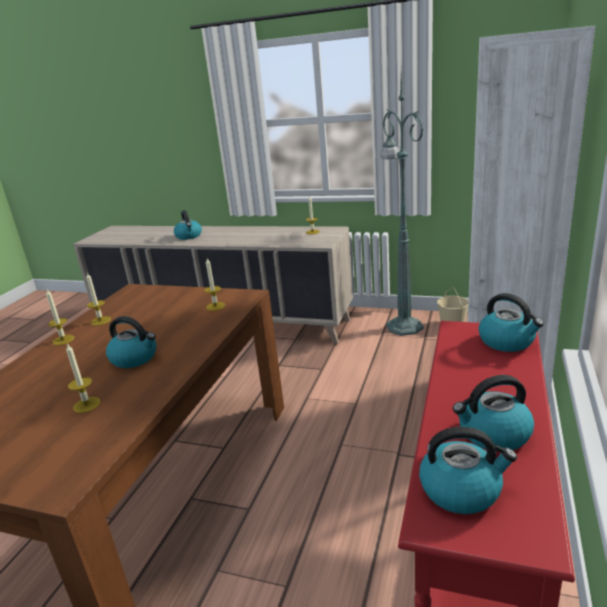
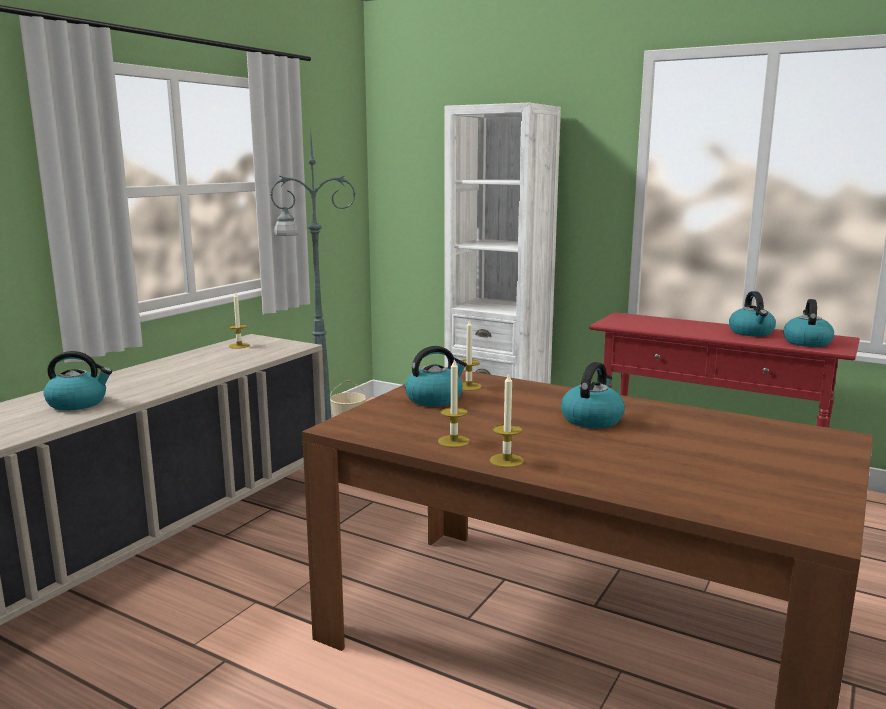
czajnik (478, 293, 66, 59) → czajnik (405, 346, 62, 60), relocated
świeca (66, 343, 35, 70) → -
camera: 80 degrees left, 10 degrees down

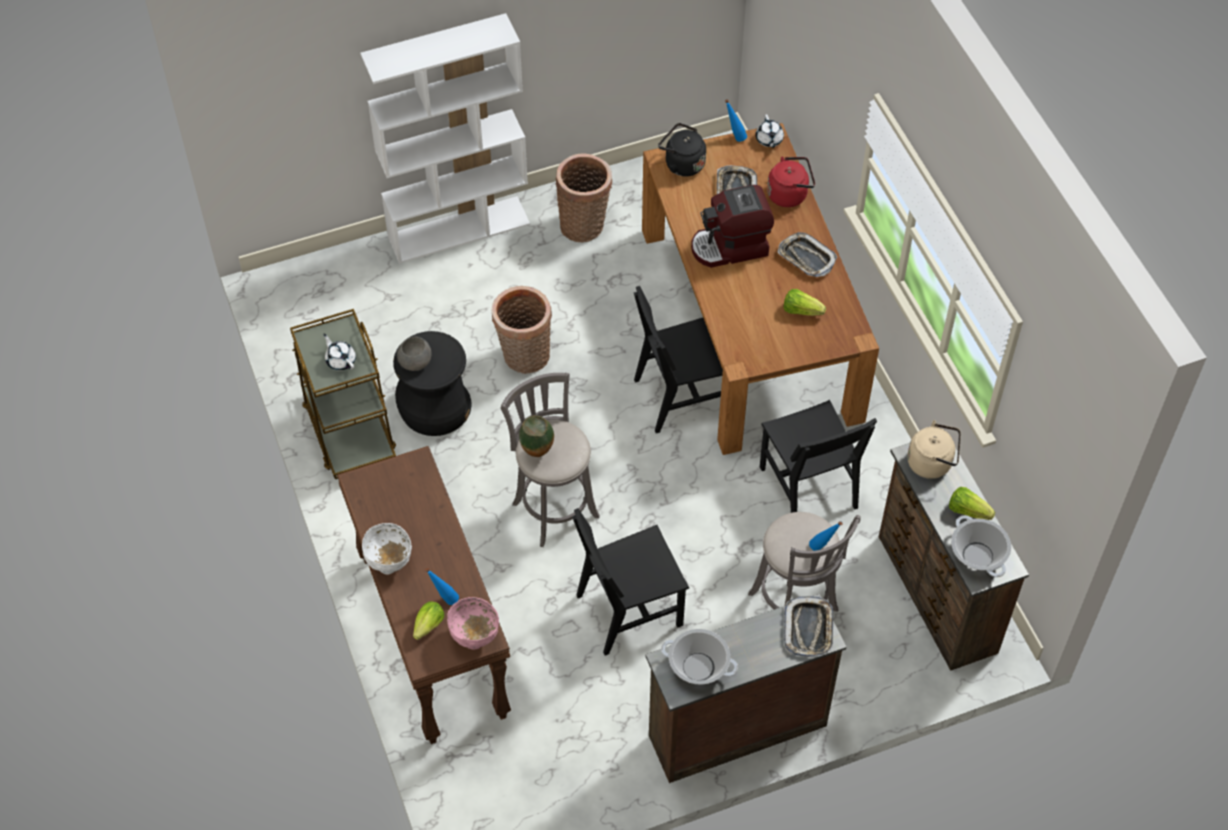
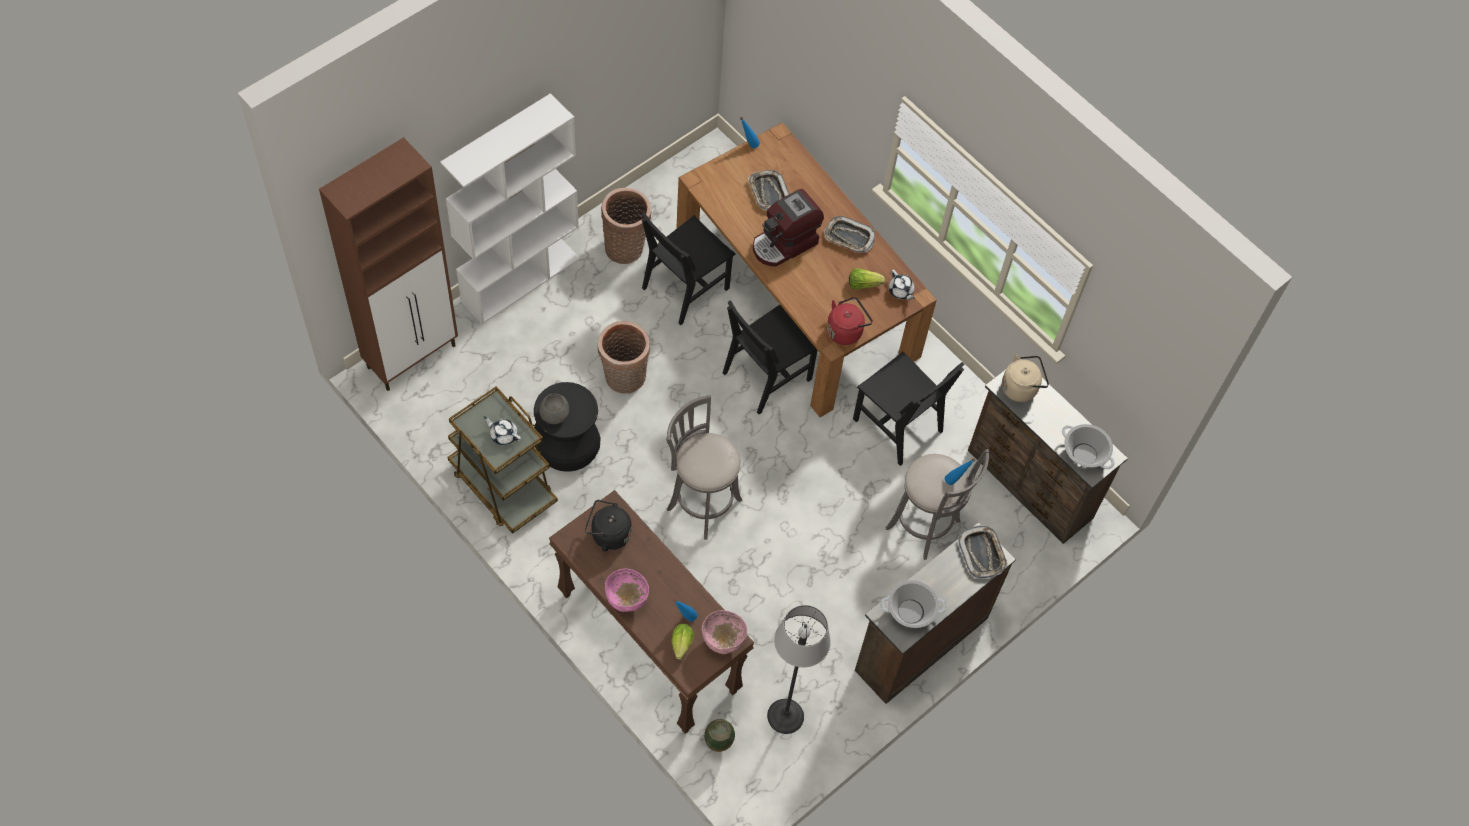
- → szafka (brązowy) (319, 137, 139, 254)
czajnik (czarny) (658, 123, 48, 53) → czajnik (czarny) (585, 500, 47, 52), relocated
miska (biały) (362, 523, 50, 51) → miska (różowy) (605, 569, 44, 43)
krzesło (czarny) (572, 508, 117, 148) → krzesło (czarny) (642, 212, 94, 114), relocated
wazon (519, 415, 35, 42) → wazon (704, 719, 31, 33), relocated
- → lampa stojąca (767, 605, 64, 129)
czajnik (czerwony) (767, 157, 48, 50) → czajnik (czerwony) (827, 297, 46, 48), relocated
imbryk (biały) (756, 114, 28, 34) → imbryk (biały) (889, 270, 26, 30), relocated
sałata (949, 487, 46, 33) → -
camera: 25 degrees left, 5 degrees up

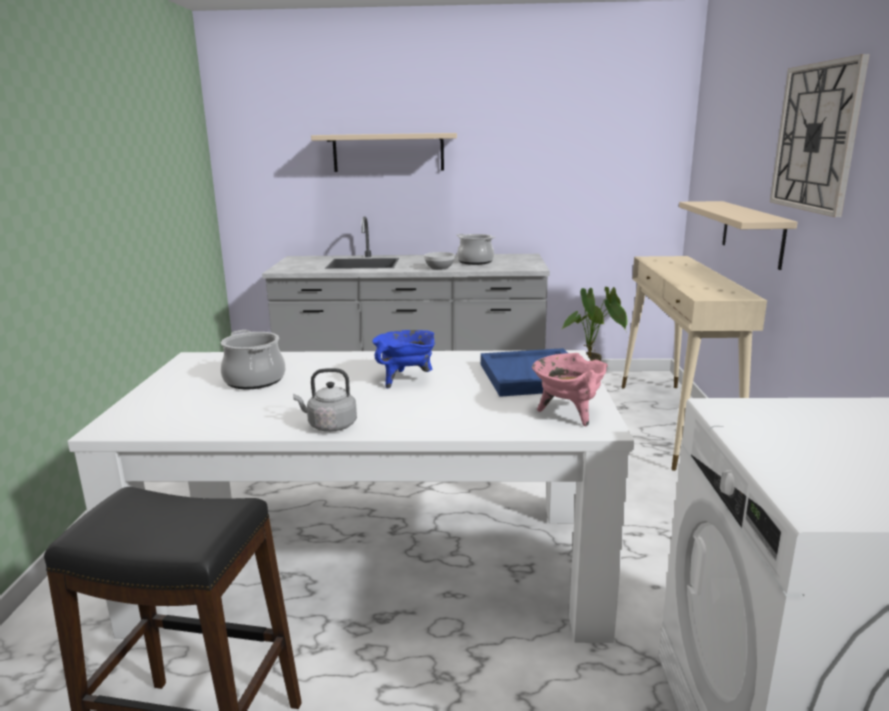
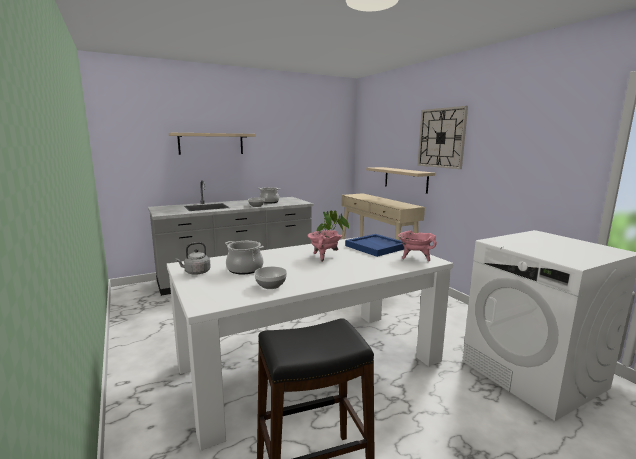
czajnik (szary) (293, 368, 64, 64) → czajnik (szary) (176, 242, 35, 33), relocated
- → miska (254, 266, 33, 23)
garnek (niebieski) (372, 330, 63, 59) → garnek (różowy) (307, 230, 35, 32)
camera: 30 degrees left, 5 degrees down

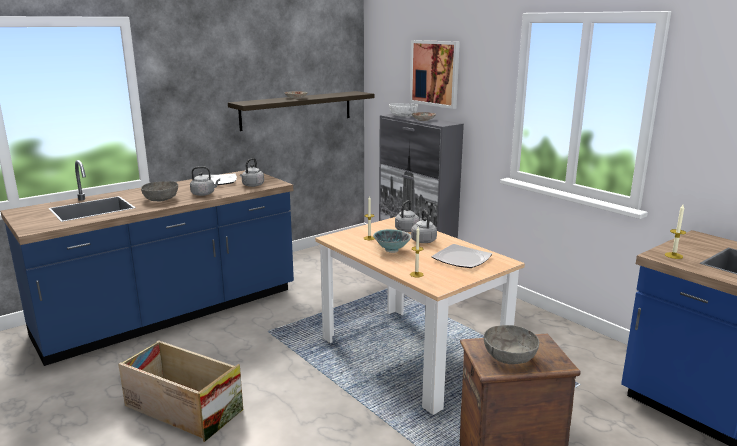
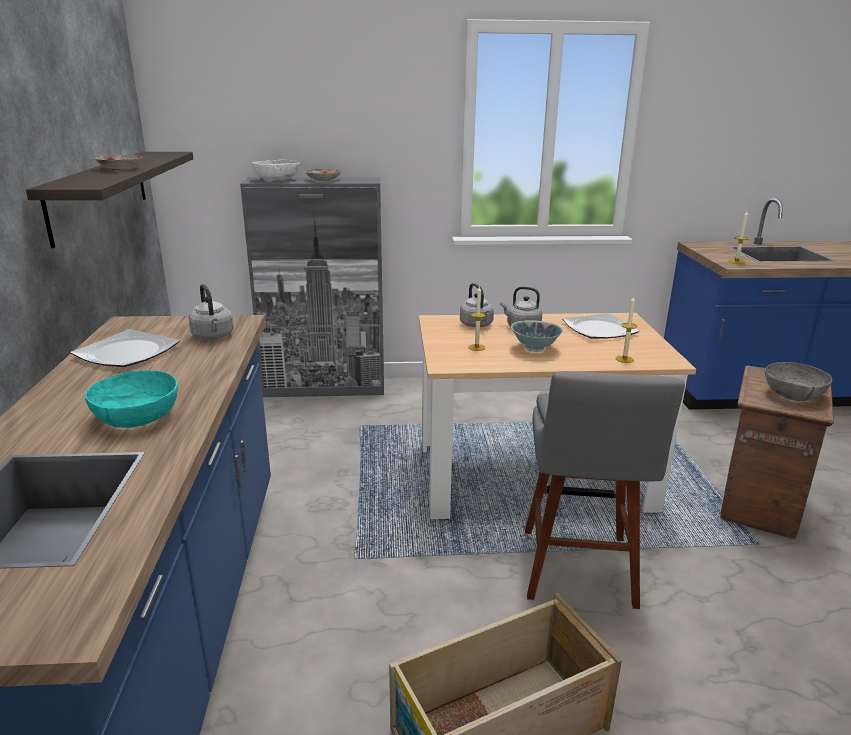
miska (szary) (141, 181, 37, 20) → miska (turkusowy) (85, 370, 93, 58)
- → stołek (szary) (525, 371, 160, 238)
czajnik (szary) (190, 166, 30, 30) → -
obraz (410, 40, 50, 69) → -
camera: 55 degrees left, 5 degrees up

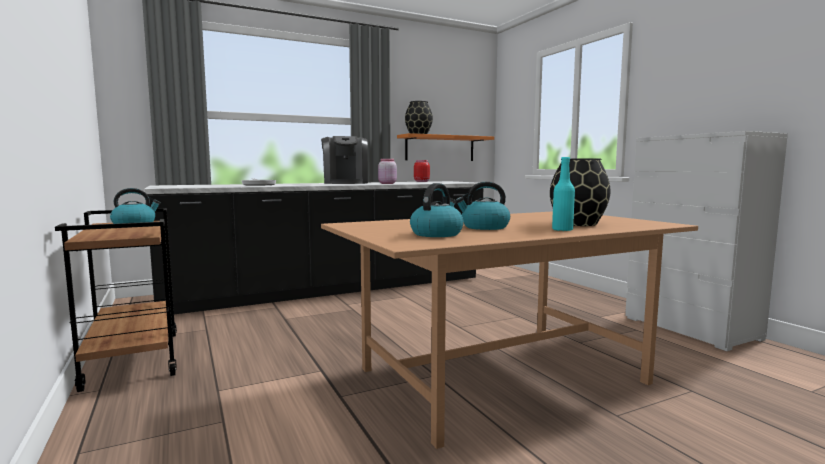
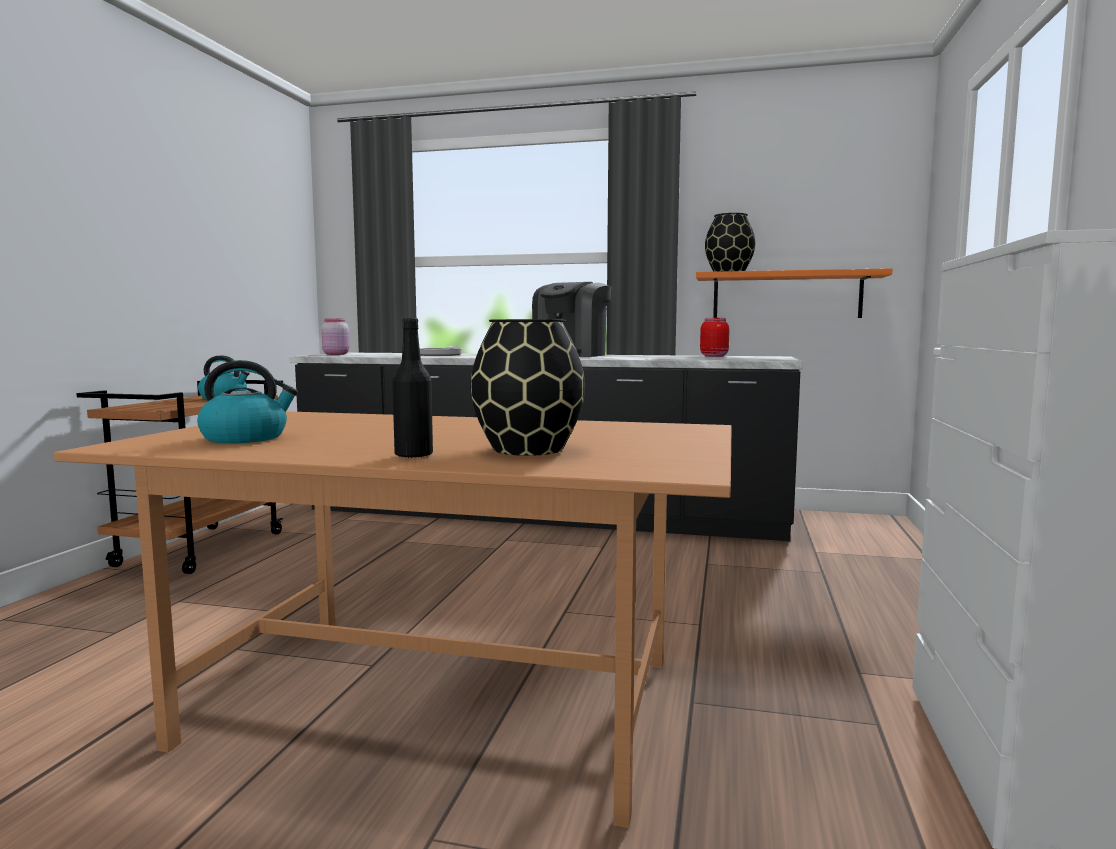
słoik (różowy) (378, 159, 19, 25) → słoik (różowy) (321, 318, 29, 37), relocated
butelka (turkusowy) (552, 157, 23, 74) → butelka (czarny) (392, 318, 41, 140)
czajnik (455, 182, 55, 48) → -
camera: 40 degrees right, 0 degrees up

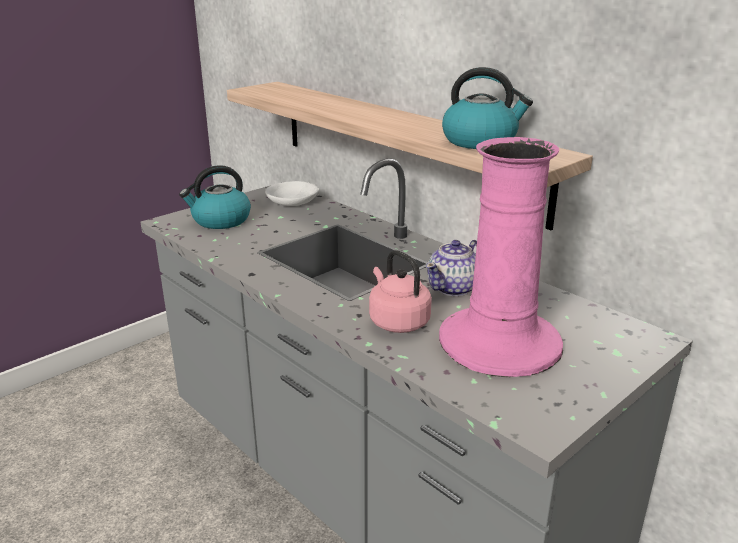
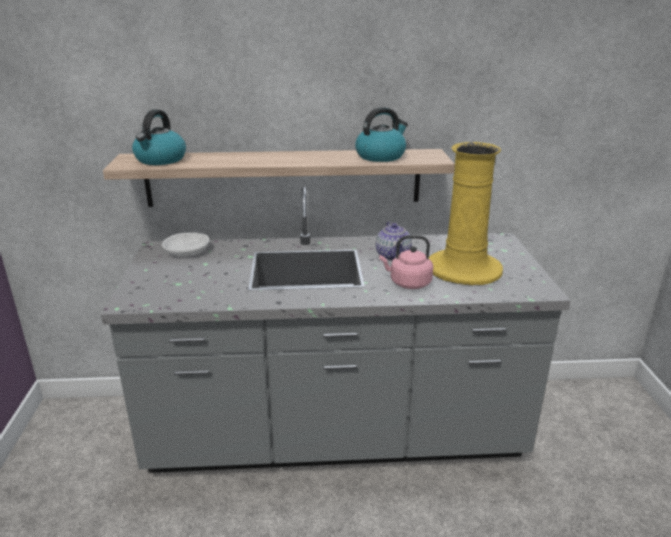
czajnik (179, 165, 72, 64) → czajnik (132, 109, 54, 56), relocated
wazon (różowy) (439, 137, 124, 240) → wazon (żółty) (429, 142, 74, 144)
camera: 50 degrees left, 0 degrees up

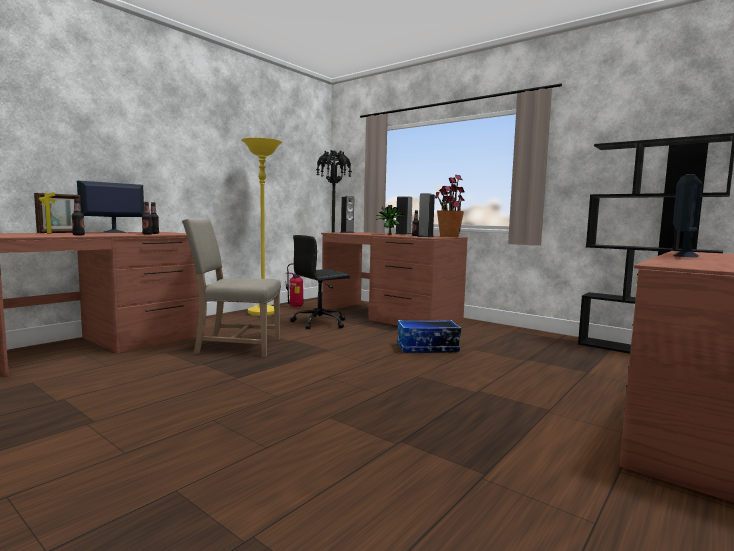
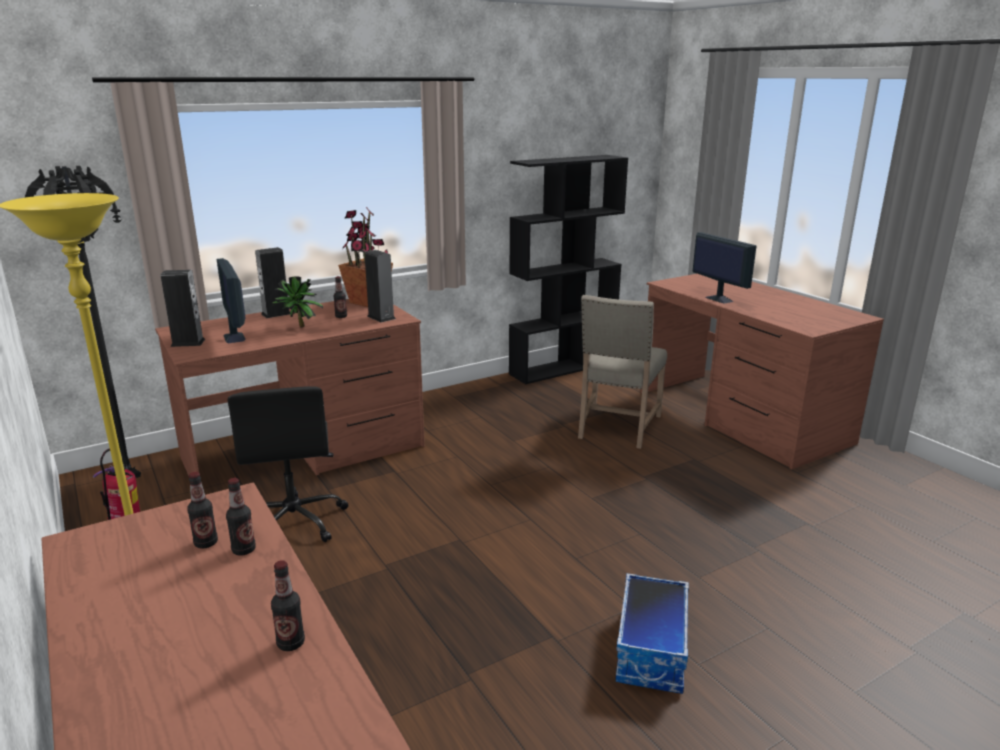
monitor (77, 181, 67, 52) → monitor (217, 258, 29, 85), relocated
krzesło (beżowy) (182, 219, 99, 138) → krzesło (beżowy) (578, 295, 89, 154), relocated
pojemnik do przechowywania (397, 320, 64, 33) → pojemnik do przechowywania (615, 573, 74, 121), relocated
ramka na zdjęcie (34, 192, 47, 42) → -
camera: 70 degrees left, 15 degrees up

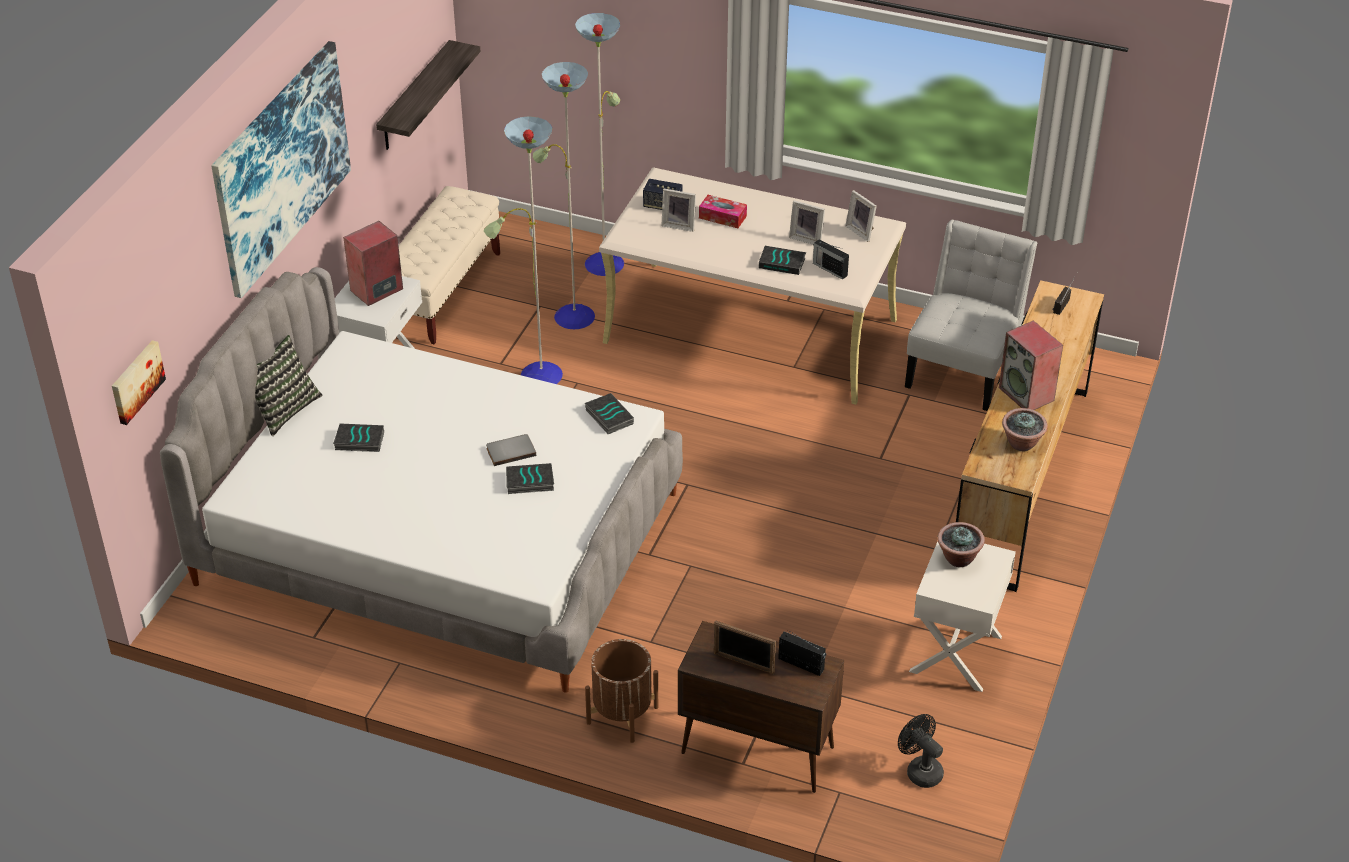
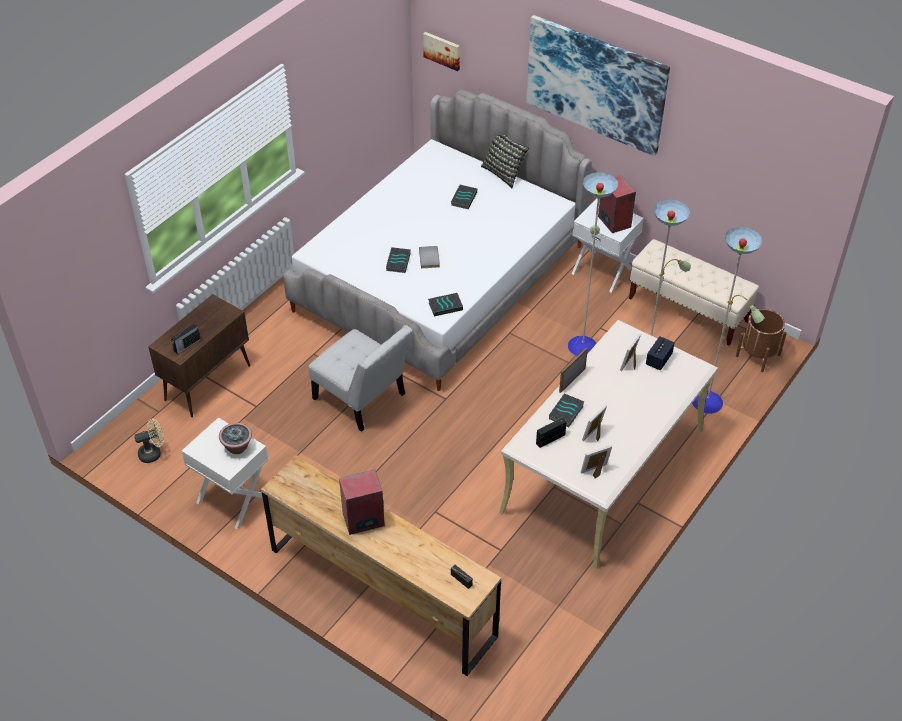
wentylator (czarny) (898, 714, 46, 74) → wentylator (beżowy) (134, 419, 30, 44)
krzesło (biały) (905, 220, 132, 191) → krzesło (biały) (309, 325, 103, 107), relocated
ramka na zdjęcie (714, 620, 62, 54) → ramka na zdjęcie (559, 348, 29, 45), relocated
donica (brązowy) (585, 639, 73, 104) → donica (brązowy) (736, 309, 51, 63), relocated
półka (376, 40, 105, 110) → -
pudełko chusteczek (699, 195, 48, 33) → -
roślina doniczkowa (1002, 408, 46, 43) → -
camera: 105 degrees right, 5 degrees up

